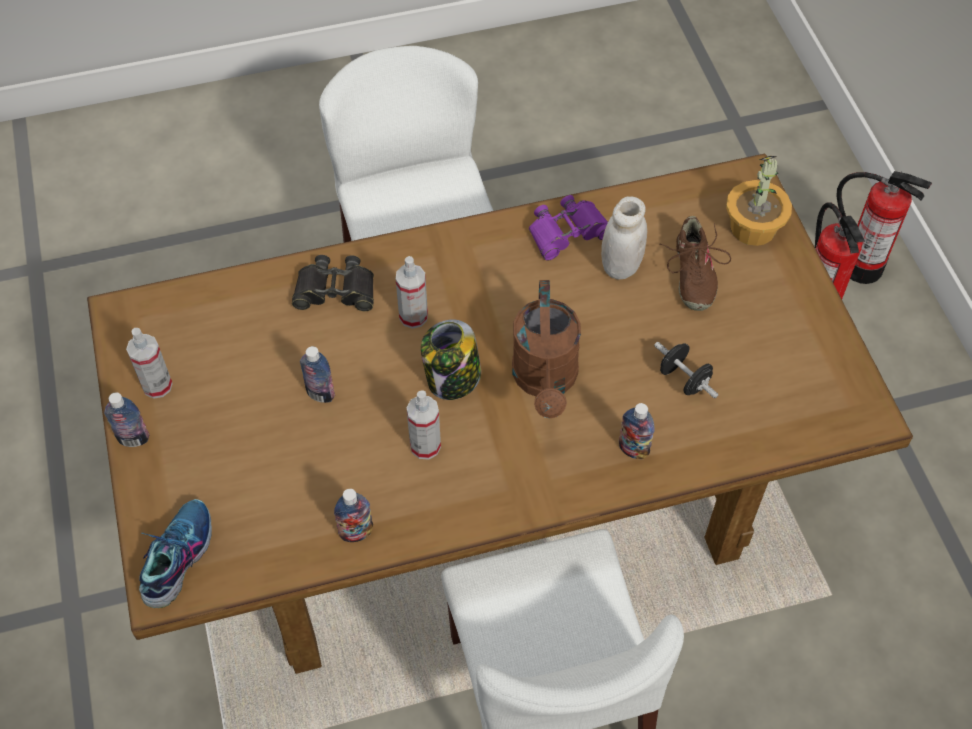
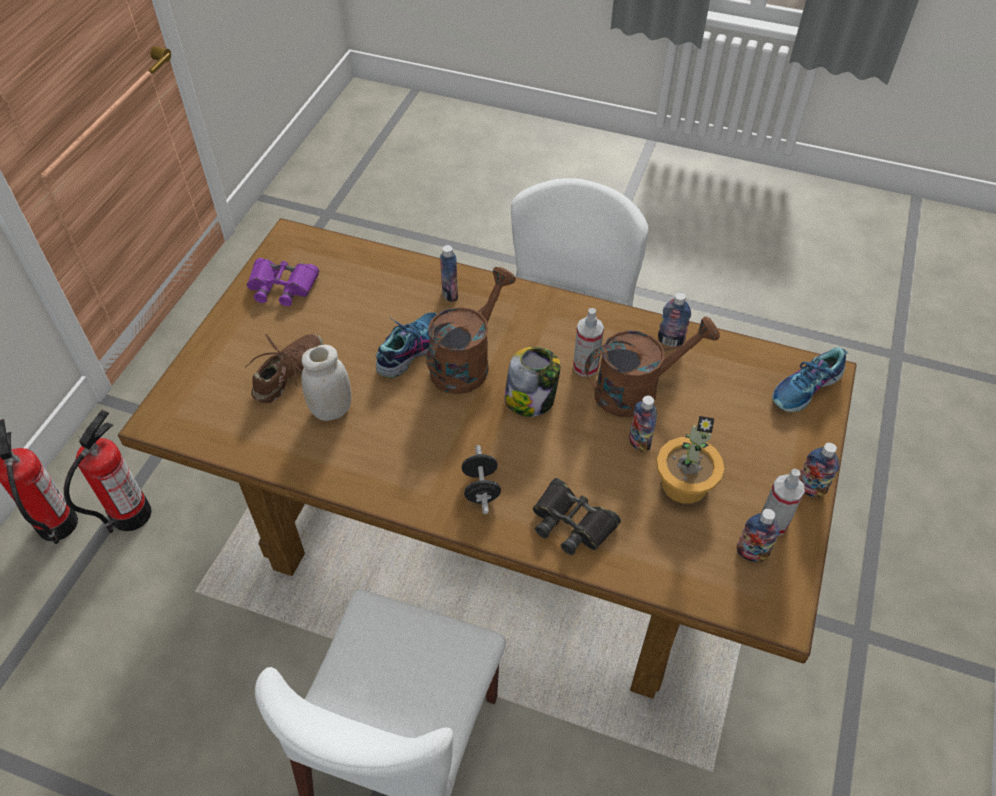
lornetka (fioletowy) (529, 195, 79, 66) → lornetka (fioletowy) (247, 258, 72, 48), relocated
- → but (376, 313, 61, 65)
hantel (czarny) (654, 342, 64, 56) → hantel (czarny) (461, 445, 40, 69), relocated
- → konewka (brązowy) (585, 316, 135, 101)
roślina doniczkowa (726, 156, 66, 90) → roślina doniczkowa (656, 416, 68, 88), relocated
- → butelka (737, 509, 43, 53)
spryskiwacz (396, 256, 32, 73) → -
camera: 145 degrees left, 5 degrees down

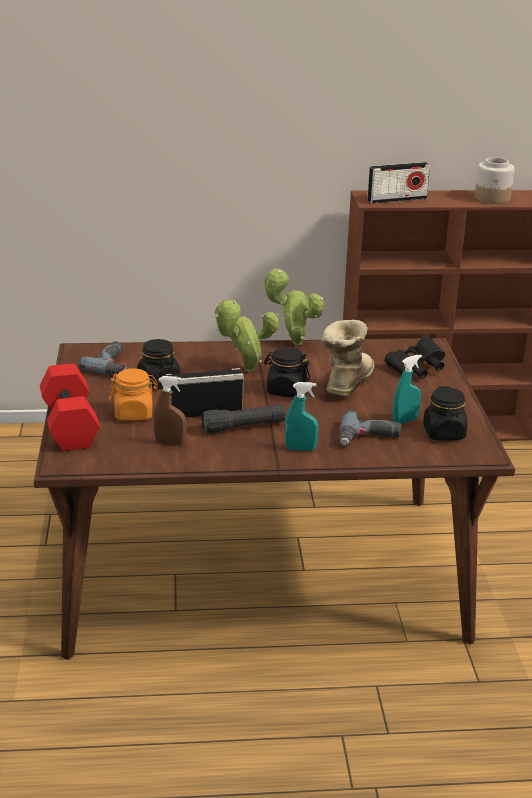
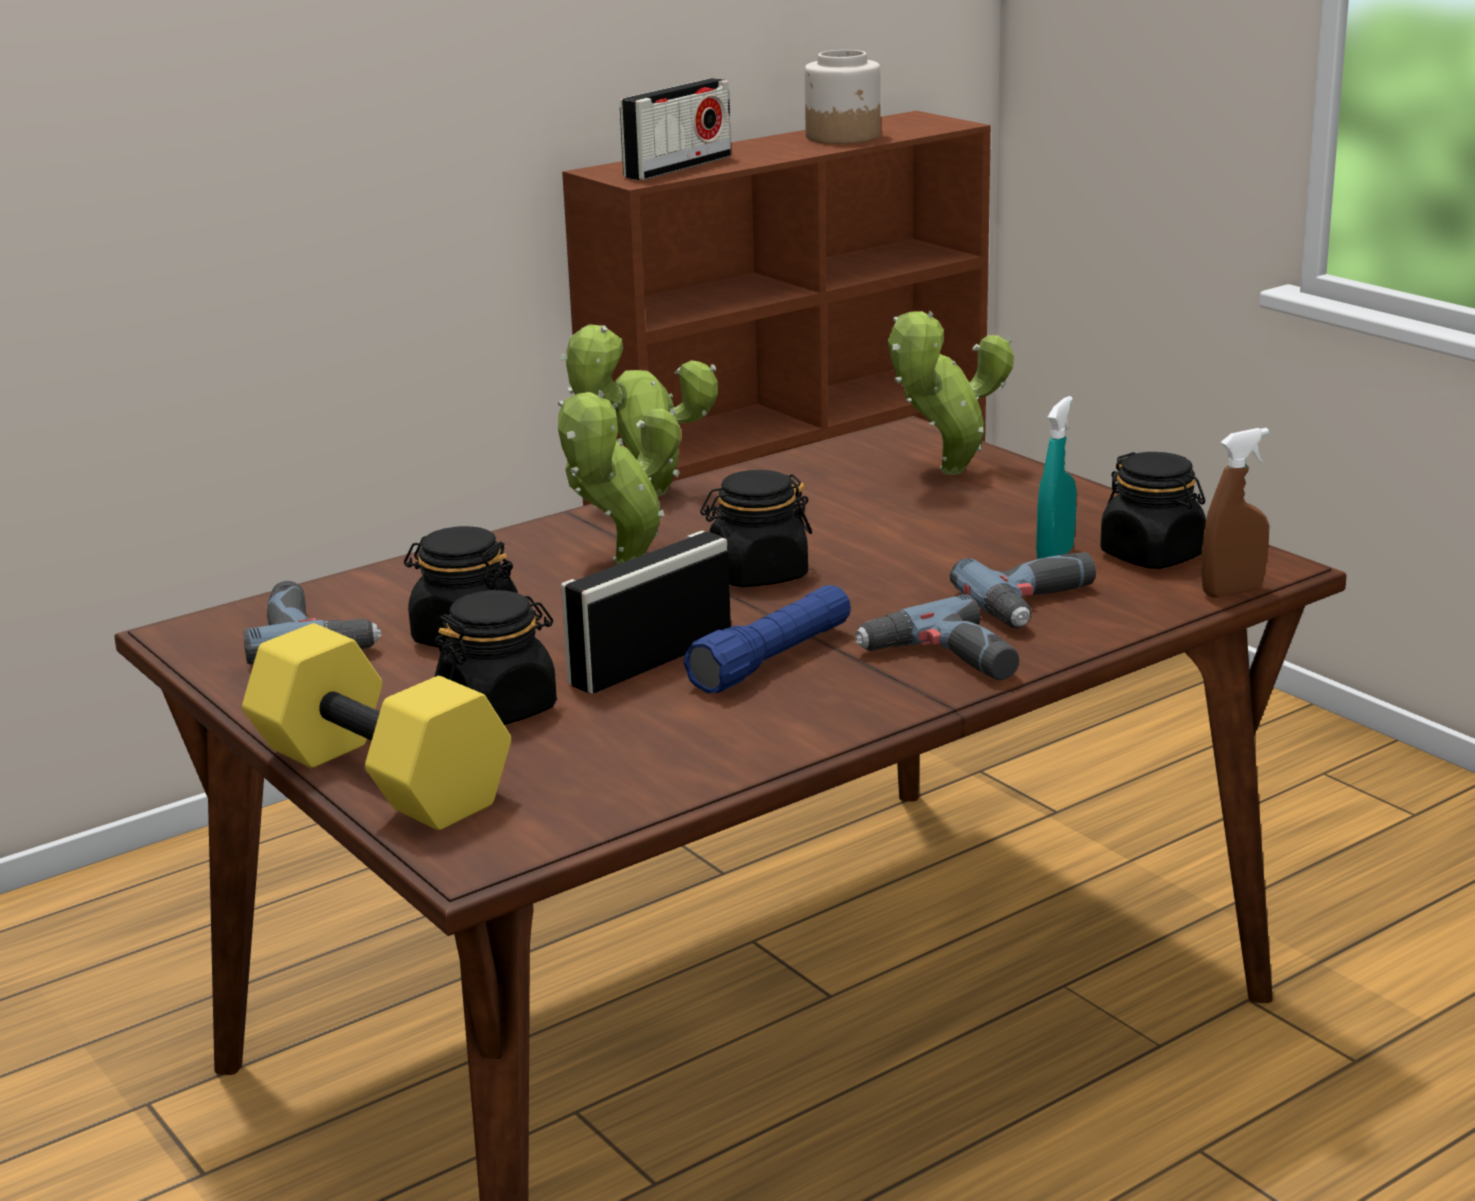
hantel (czerwony) (40, 363, 60, 88) → hantel (żółty) (242, 623, 269, 207)
słoik (pomarańczowy) (109, 368, 49, 53) → słoik (czarny) (435, 590, 122, 135)
latarka (czarny) (201, 404, 85, 30) → latarka (niebieski) (683, 585, 168, 109)
spryskiwacz (turkusowy) (285, 382, 34, 69) → wiertarka (854, 594, 165, 86)
lornetka (czarny) (385, 336, 60, 43) → roślina doniczkowa (888, 310, 126, 165)
spryskiwacz (brązowy) (153, 376, 33, 69) → spryskiwacz (brązowy) (1202, 428, 67, 170), relocated
but z cholewką (321, 320, 53, 77) → -
camera: 30 degrees left, 5 degrees down

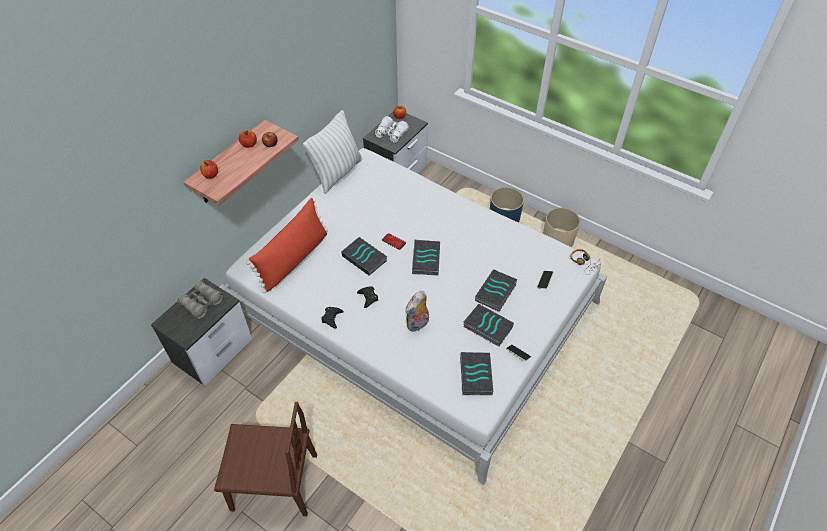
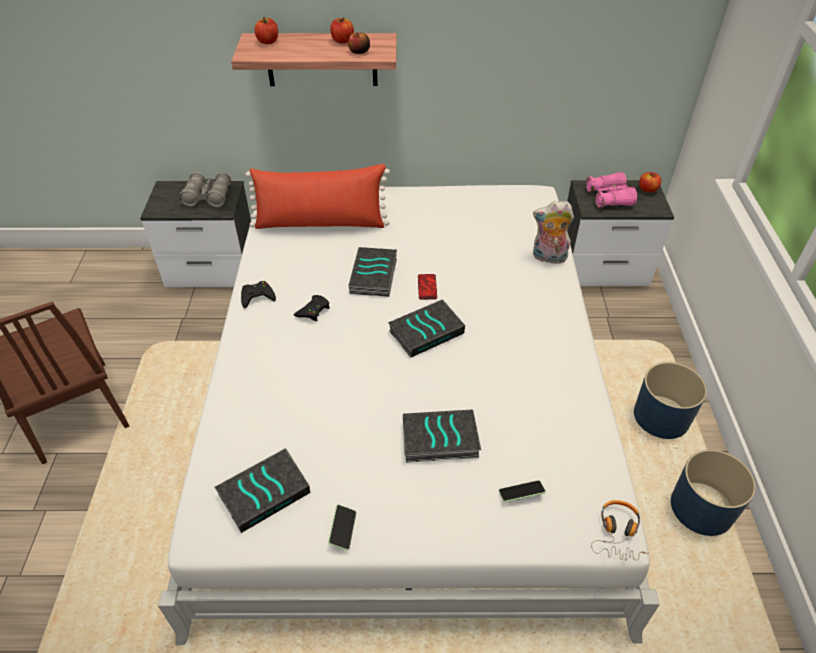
pluszak (405, 291, 24, 41) → pluszak (533, 201, 41, 63), relocated
lornetka (biały) (374, 116, 35, 27) → lornetka (różowy) (586, 172, 51, 36)
donica (beżowy) (543, 207, 37, 40) → donica (niebieski) (671, 450, 85, 86)
poduszka (303, 110, 60, 84) → -
książka (463, 304, 51, 43) → -
camera: 55 degrees right, 5 degrees down

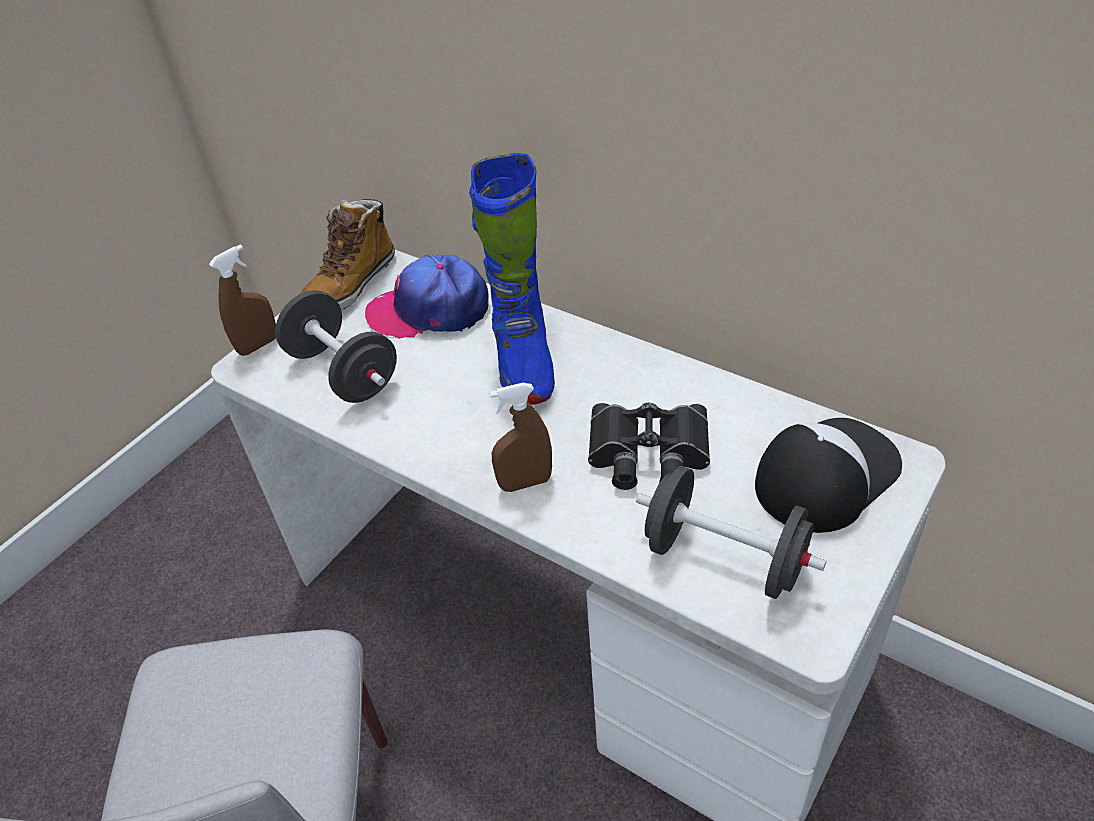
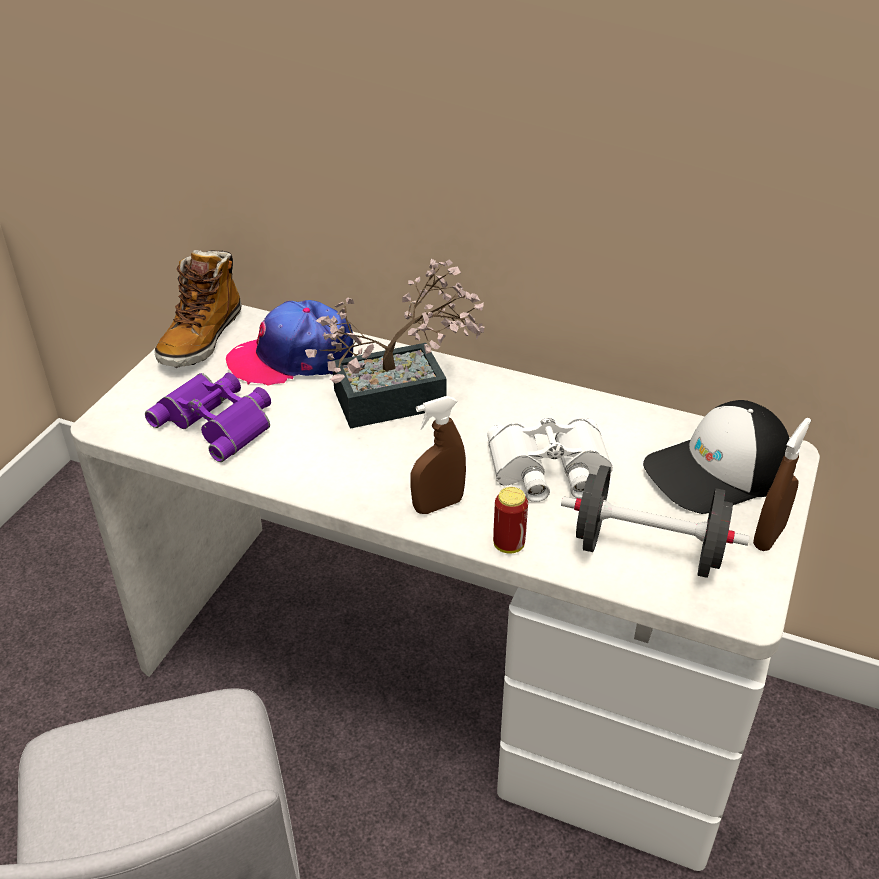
hantel (czarny) (275, 290, 122, 113) → lornetka (fioletowy) (145, 373, 126, 89)
but z cholewką (niebieski) (469, 153, 86, 252) → roślina doniczkowa (305, 259, 179, 170)
lornetka (czarny) (588, 402, 122, 88) → lornetka (biały) (487, 418, 126, 84)
- → puszka (493, 487, 35, 66)
czapka z daszkiem (755, 418, 147, 115) → czapka z daszkiem (643, 400, 147, 114), 150 degrees counterclockwise
spryskiwacz (brązowy) (209, 244, 67, 112) → spryskiwacz (brązowy) (753, 418, 58, 133), relocated
camera: 15 degrees left, 5 degrees down

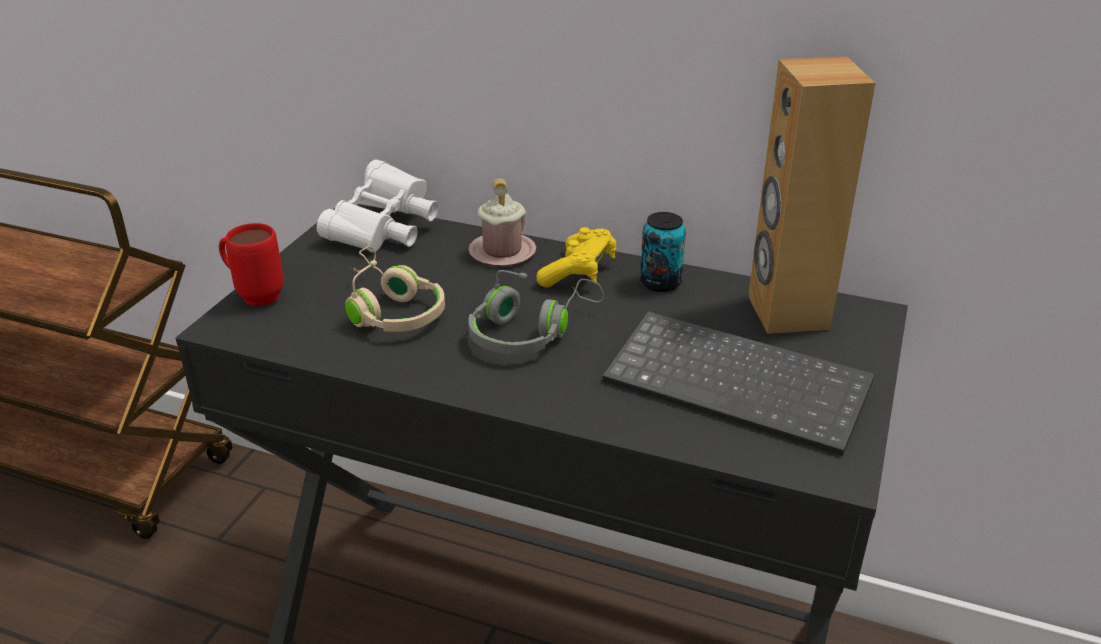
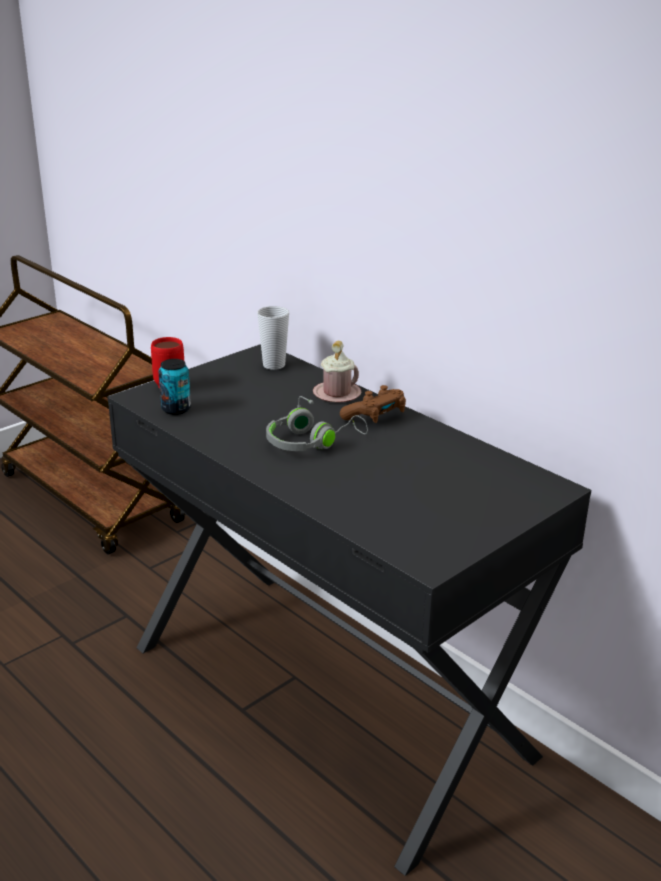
puszka (640, 212, 46, 80) → puszka (159, 359, 32, 56), relocated
lornetka (biały) (317, 160, 122, 93) → filiżanka (257, 306, 32, 64)
pad do gier (żółty) (536, 227, 80, 61) → pad do gier (brązowy) (340, 385, 66, 38)
słuchawki (beżowy) (345, 246, 100, 86) → -
klawiatura (603, 311, 272, 145) → -
głośnik (brązowy) (748, 57, 127, 277) → -
camera: 25 degrees right, 5 degrees down

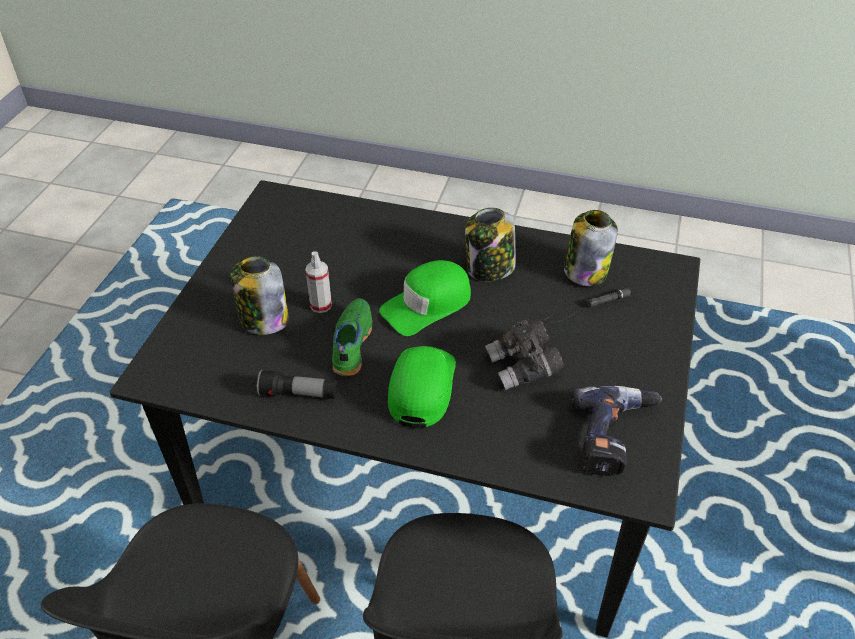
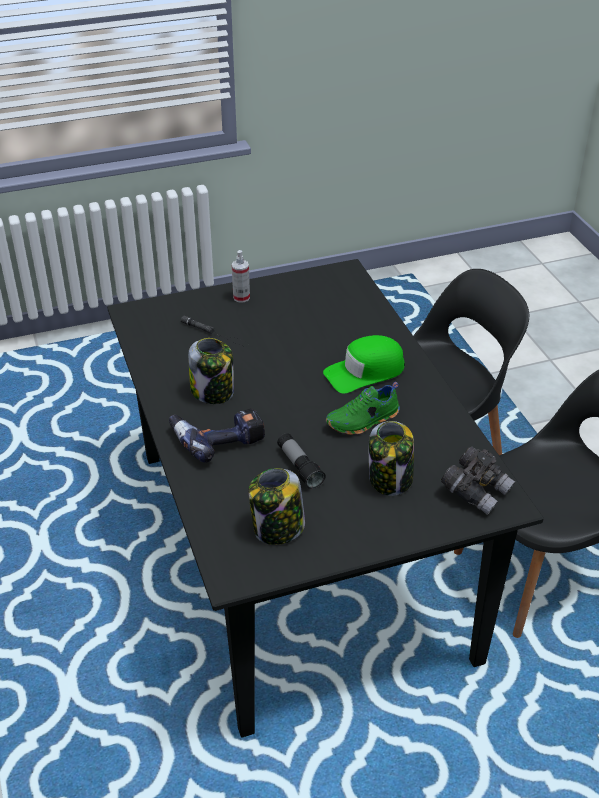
wiertarka (572, 386, 90, 90) → wiertarka (169, 409, 96, 54), relocated
spryskiwacz (305, 251, 27, 62) → spryskiwacz (232, 250, 18, 52), relocated
słoik (564, 210, 54, 76) → słoik (248, 468, 57, 77), relocated
latarka (257, 370, 81, 29) → latarka (277, 433, 49, 56), relocated
lornetka (szary) (485, 320, 79, 70) → lornetka (szary) (441, 447, 74, 68), relocated
czapka z daszkiem (zielony) (379, 260, 92, 76) → -
camera: 125 degrees left, 5 degrees down

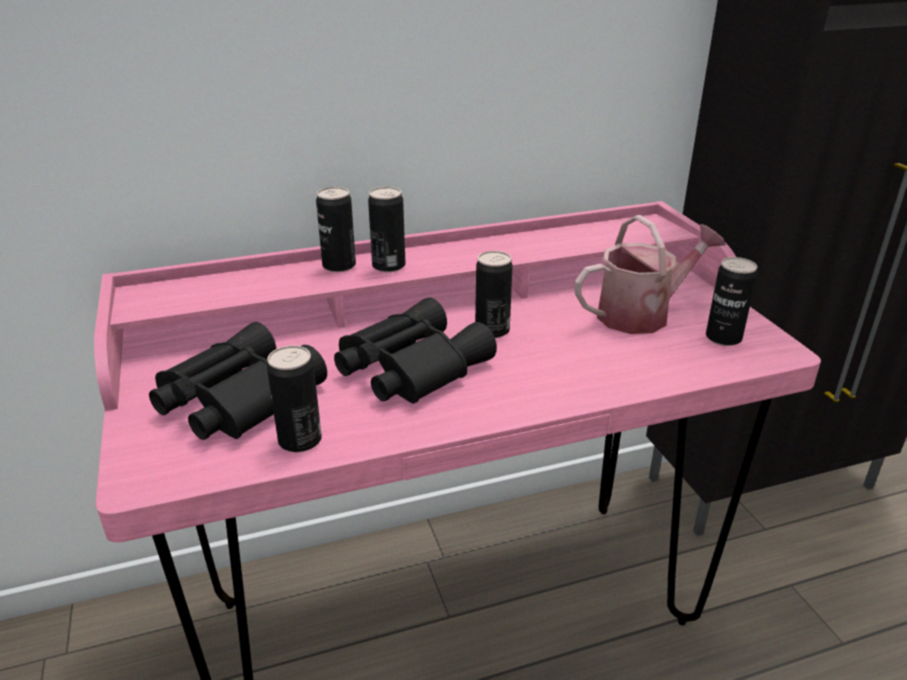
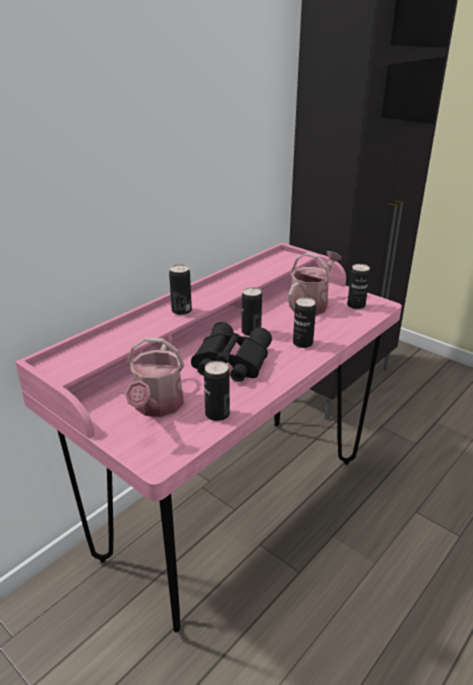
lornetka (czarny) (149, 322, 178, 118) → konewka (125, 337, 59, 80)
puszka (316, 187, 40, 85) → puszka (293, 297, 23, 51), relocated
camera: 30 degrees left, 0 degrees up

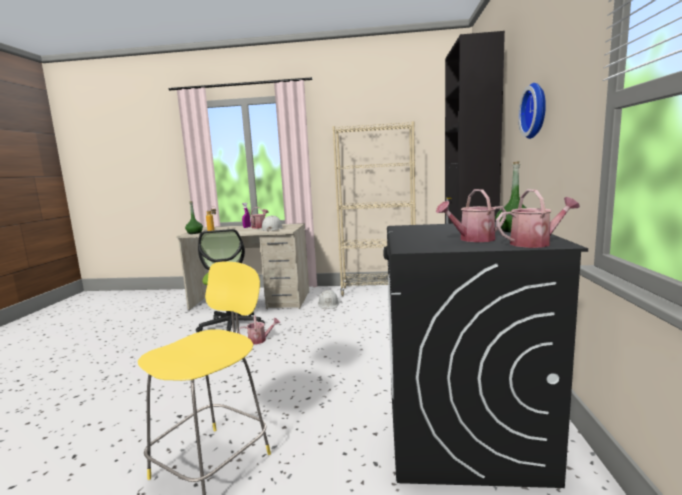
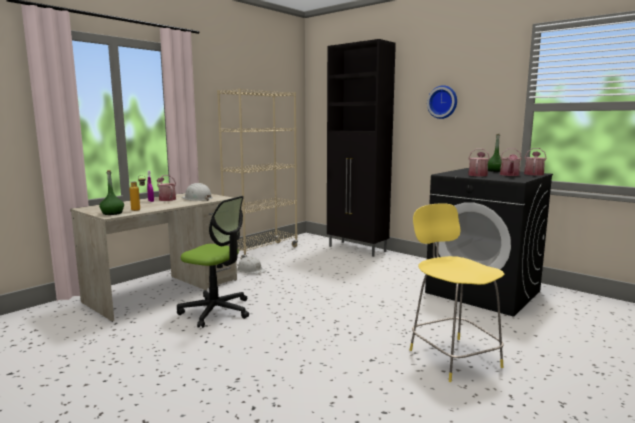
konewka (238, 315, 42, 29) → konewka (468, 148, 22, 28), relocated
camera: 55 degrees left, 0 degrees up

